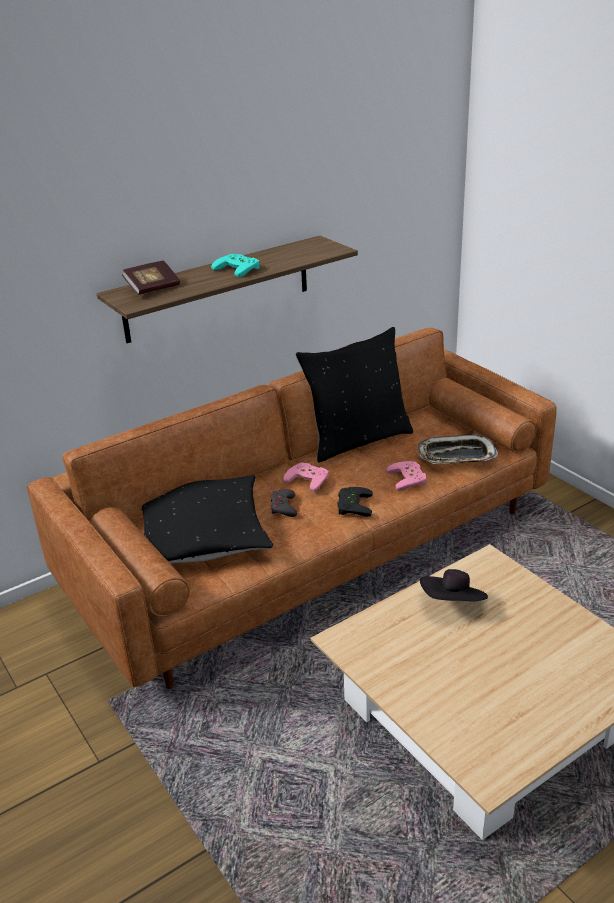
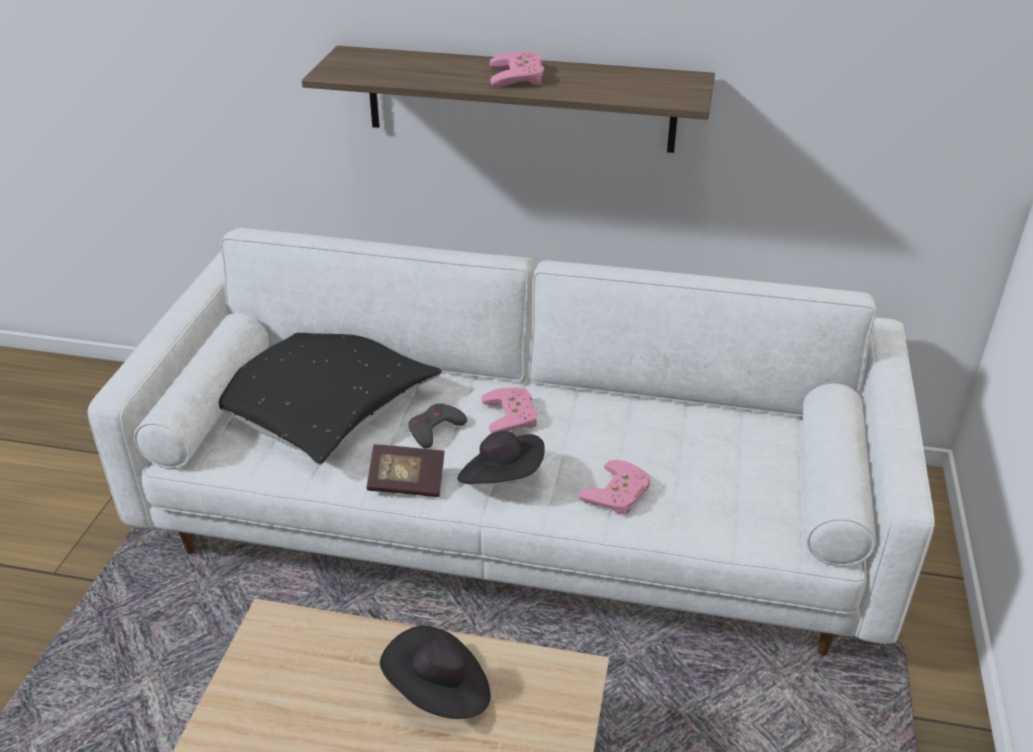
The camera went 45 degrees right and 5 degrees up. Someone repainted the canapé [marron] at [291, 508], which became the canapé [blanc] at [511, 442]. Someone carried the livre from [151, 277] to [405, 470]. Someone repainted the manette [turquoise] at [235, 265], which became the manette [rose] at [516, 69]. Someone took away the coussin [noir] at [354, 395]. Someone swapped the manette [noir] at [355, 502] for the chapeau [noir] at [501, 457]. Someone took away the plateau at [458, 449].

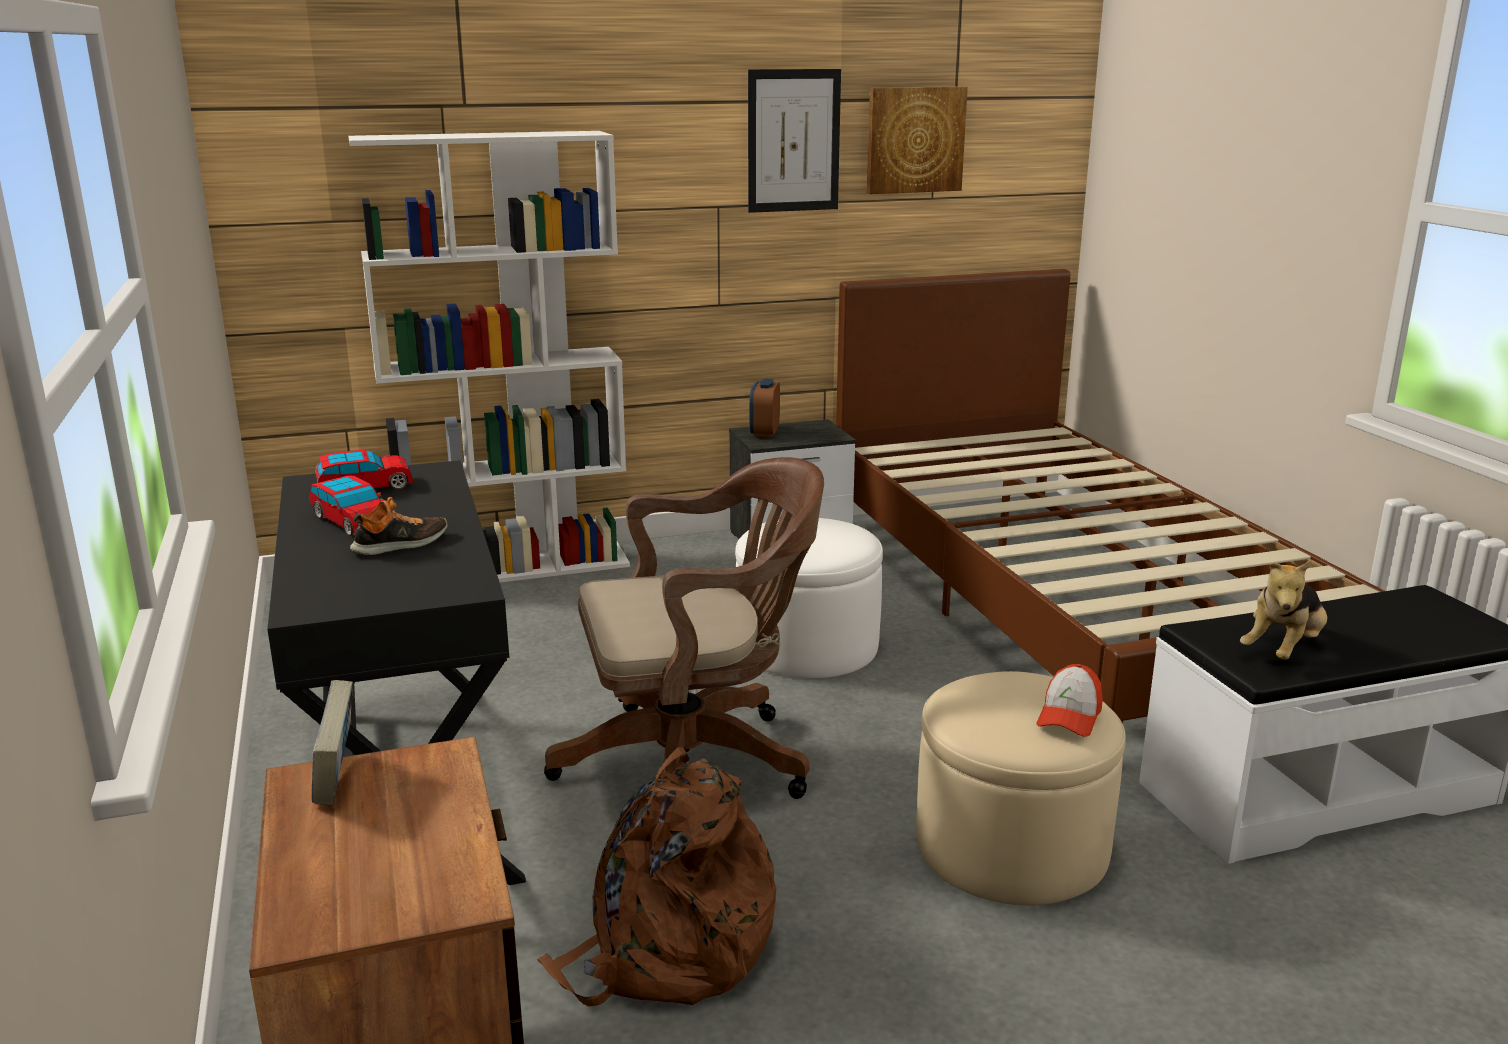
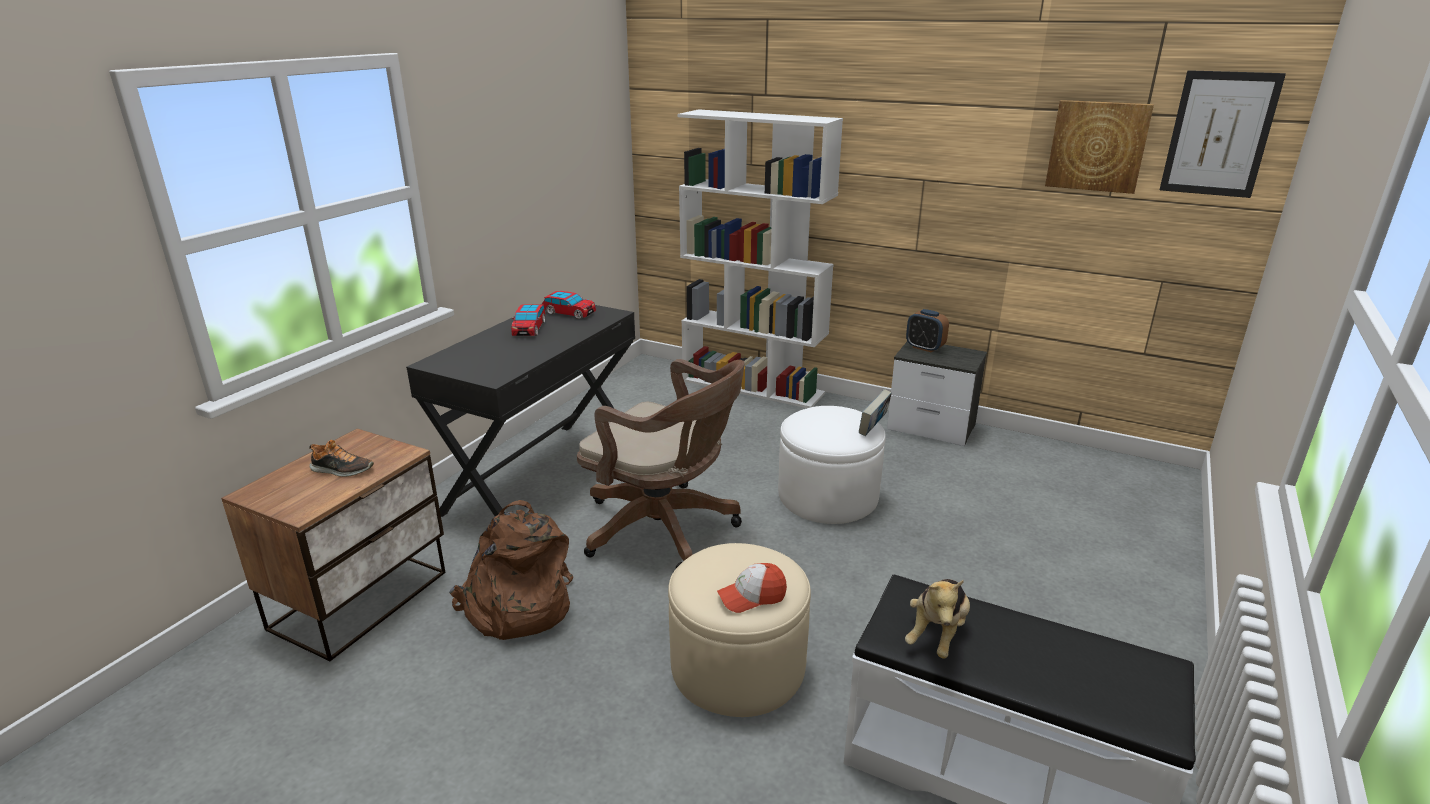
The camera went 45 degrees right and 5 degrees up. Someone carried the livre from [332, 742] to [875, 412]. Someone carried the chaussure from [399, 526] to [341, 458]. Someone carried the tableau from [794, 141] to [1222, 134]. Someone rotated the réveil at [764, 408] by 105 degrees counterclockwise. Someone took away the lit [marron] at [1110, 496]. Someone rotated the peluche at [1283, 610] by 60 degrees counterclockwise.

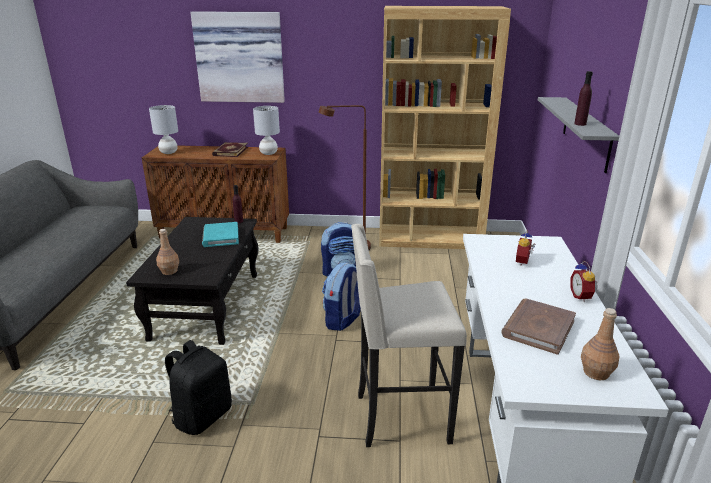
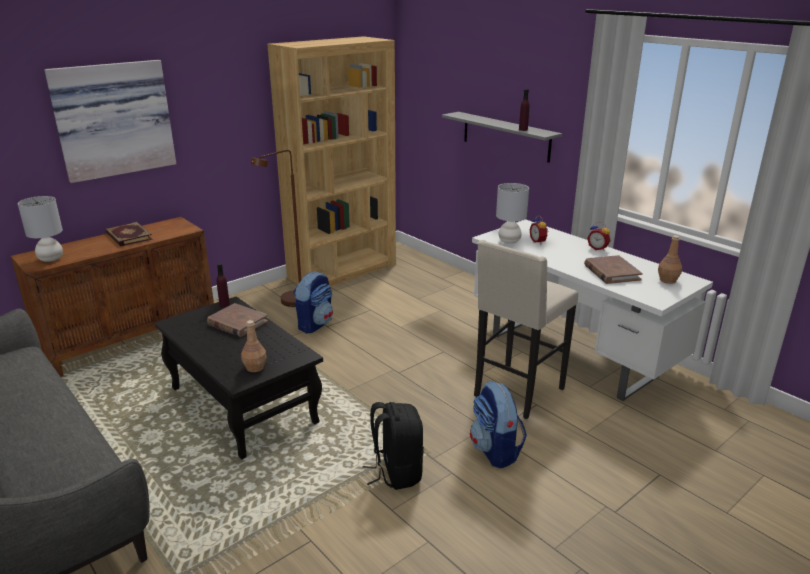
The camera went 45 degrees left and 0 degrees up. Someone repainted the livre [turquoise] at [220, 234], which became the livre [marron] at [237, 320]. Someone carried the lampe de table [gris] from [266, 130] to [512, 213]. Someone carried the sac à dos from [341, 296] to [498, 424].

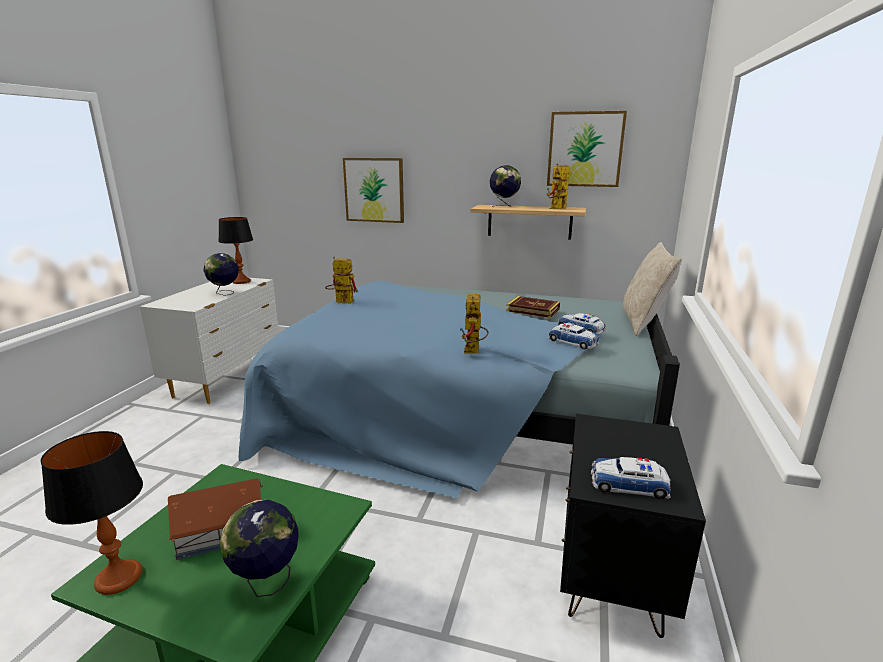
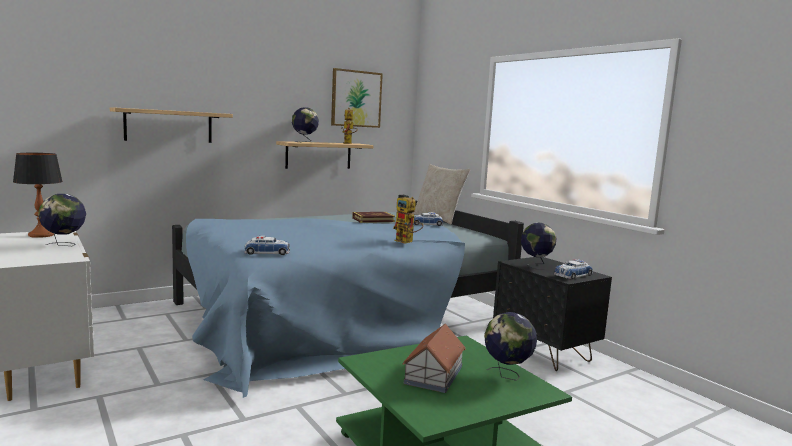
The camera went 50 degrees left and 10 degrees down. Someone took away the lampe de table at [92, 513]. Someone took away the robot jouet at [341, 280]. Someone swapped the tableau at [373, 190] for the étagère at [171, 125]. Someone carried the petite voiture from [574, 336] to [267, 245]. Someone put down the globe at [538, 246].

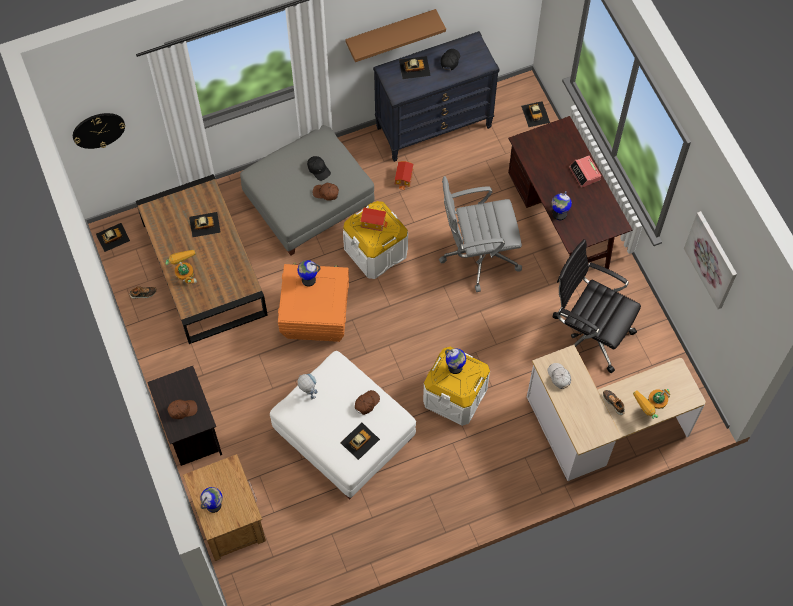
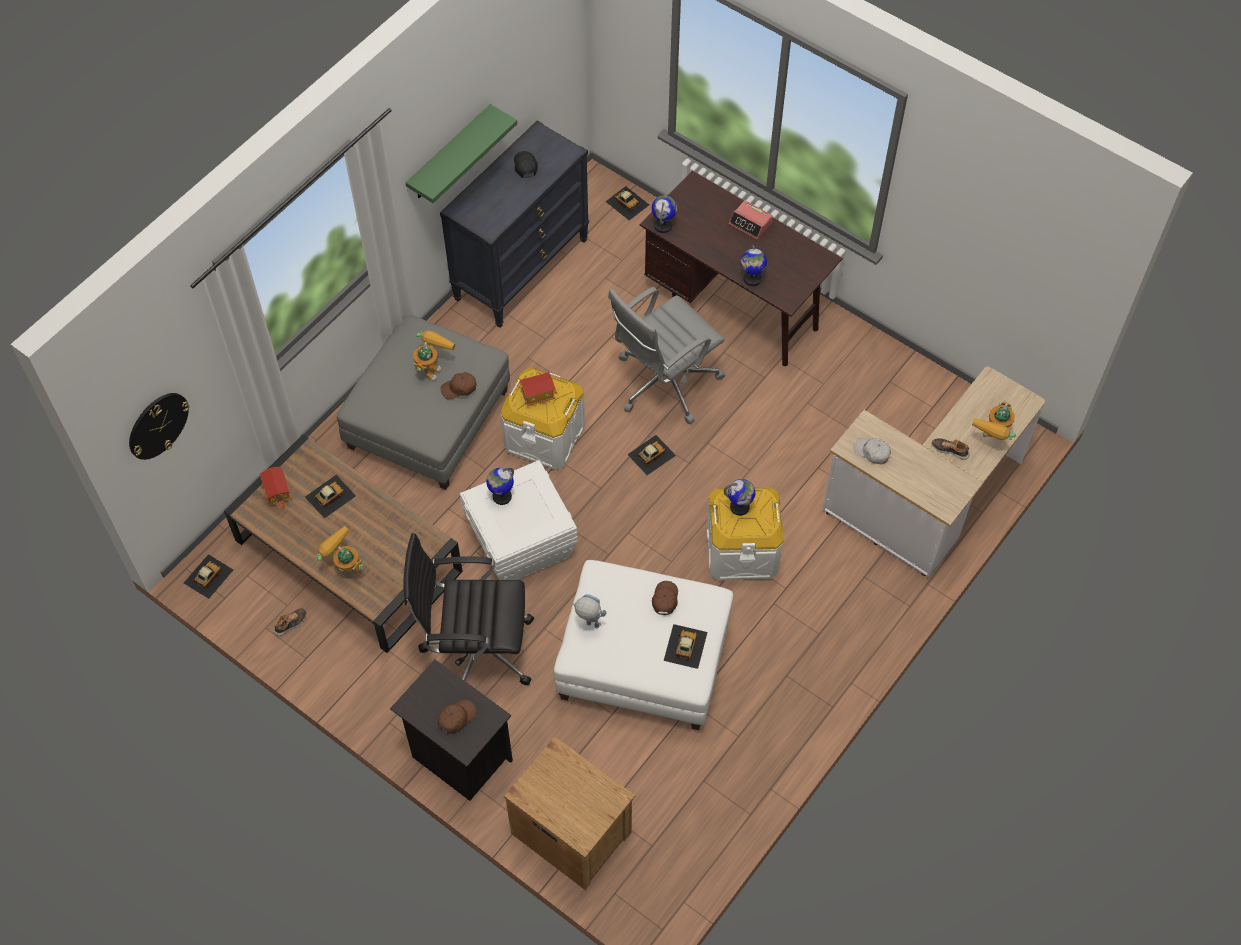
The camera went 30 degrees left and 5 degrees down. Someone carried the globe from [211, 500] to [664, 214]. Someone repainted the boîte de rangement [orange] at [313, 302], which became the boîte de rangement [blanc] at [519, 520]. Someone swapped the casquette [noir] at [319, 168] for the robot jouet at [434, 356]. Someone repainted the étagère [marron] at [395, 35], which became the étagère [vert] at [461, 153]. Someone carried the maison miniature from [404, 175] to [276, 488]. Someone carried the petite voiture from [415, 67] to [651, 455]. Someone carried the chaise de bureau [noir] from [597, 306] to [469, 609]. Someone took away the tableau at [710, 260].

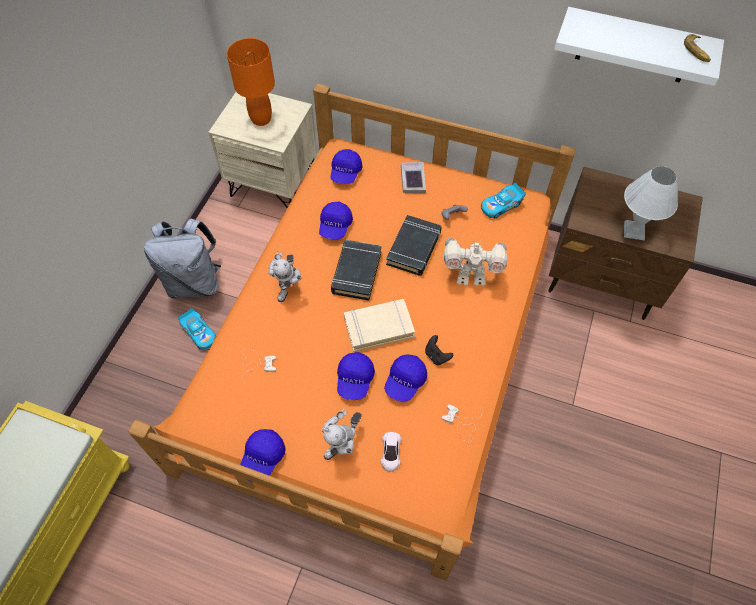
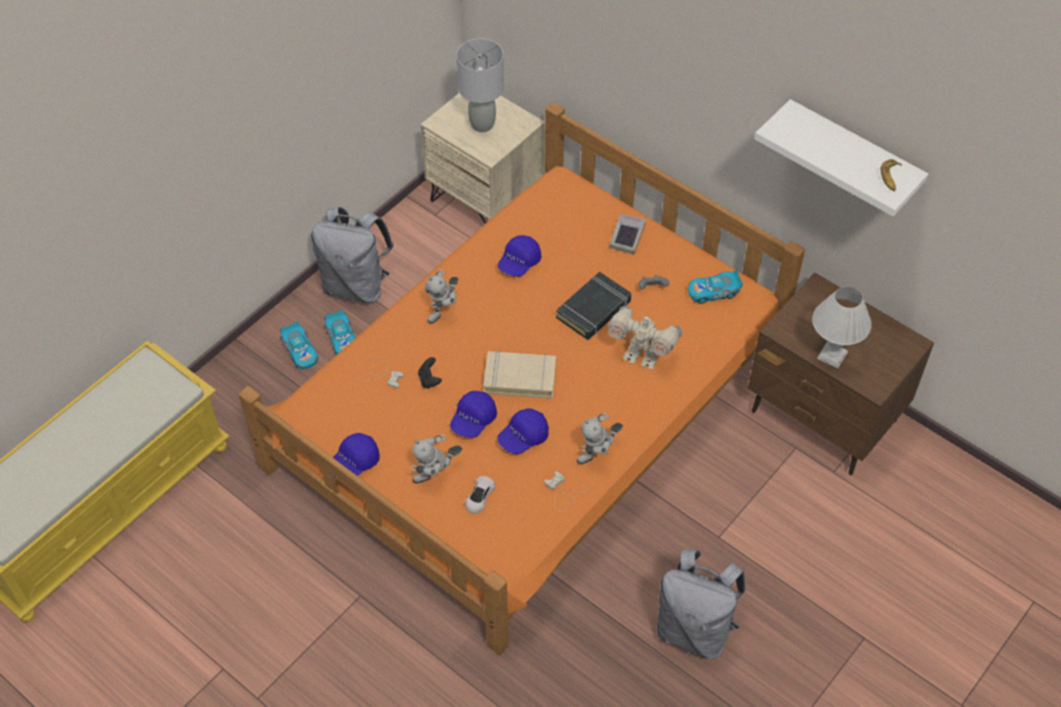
The camera went 20 degrees right and 5 degrees down. Someone repainted the lampe de table [orange] at [251, 82], which became the lampe de table [gris] at [480, 85]. Someone took away the casquette [bleu] at [346, 166]. Someone took away the livre [noir] at [356, 270]. Someone carried the manette [noir] from [439, 350] to [430, 373]. Someone put down the petite voiture at [299, 345]. Someone put down the robot jouet at [600, 438]. Someone put down the sac à dos [gris] at [701, 604].

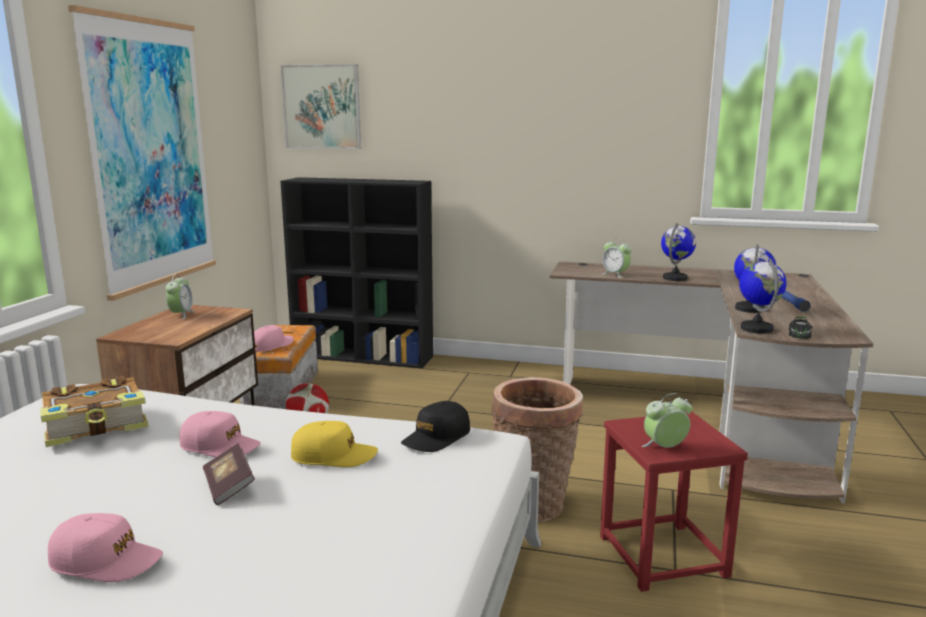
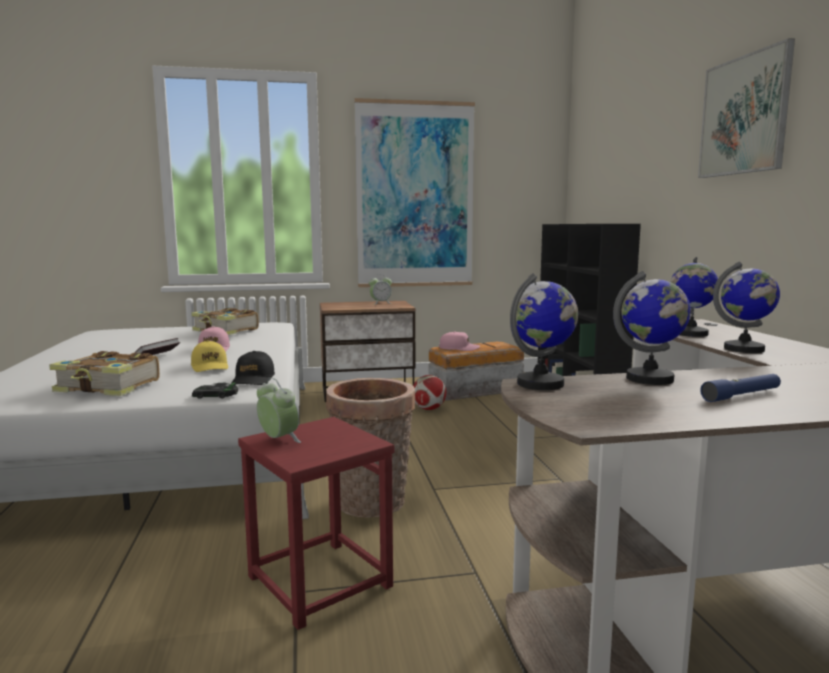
The camera went 65 degrees right and 5 degrees down. Someone took away the casquette [rose] at [105, 547]. Someone carried the tableau from [321, 106] to [746, 108]. Someone rotated the casquette [noir] at [435, 426] by 105 degrees counterclockwise. Someone swapped the réveil at [617, 258] for the globe at [694, 297]. Someone carried the petite voiture from [801, 328] to [215, 390]. Someone put down the livre at [104, 373].

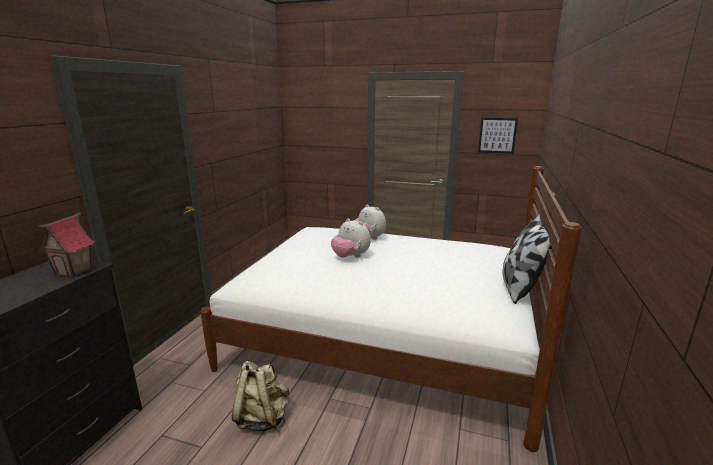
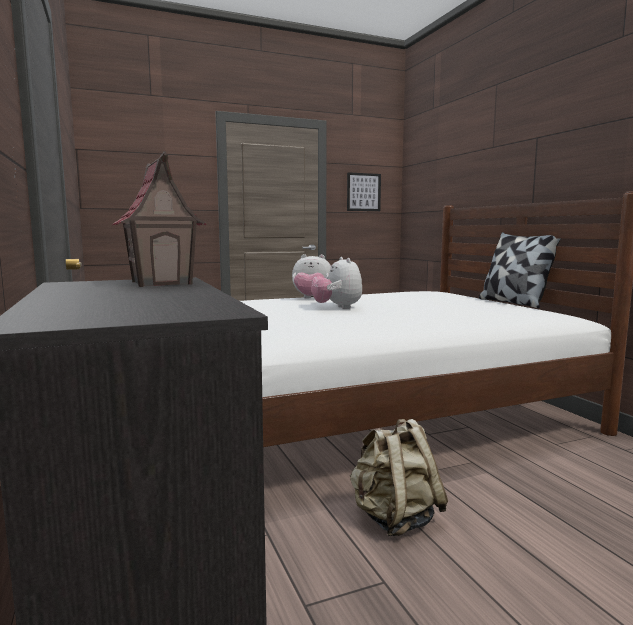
The camera went 40 degrees left and 10 degrees down. Someone rotated the peluche at [351, 238] by 75 degrees clockwise.

